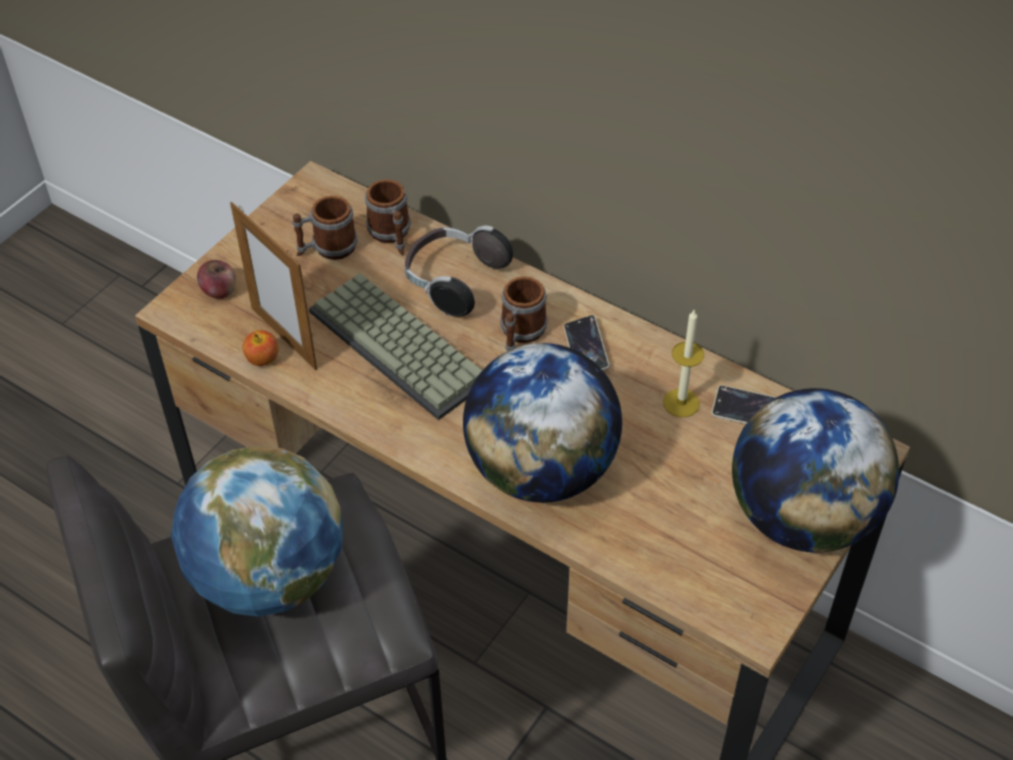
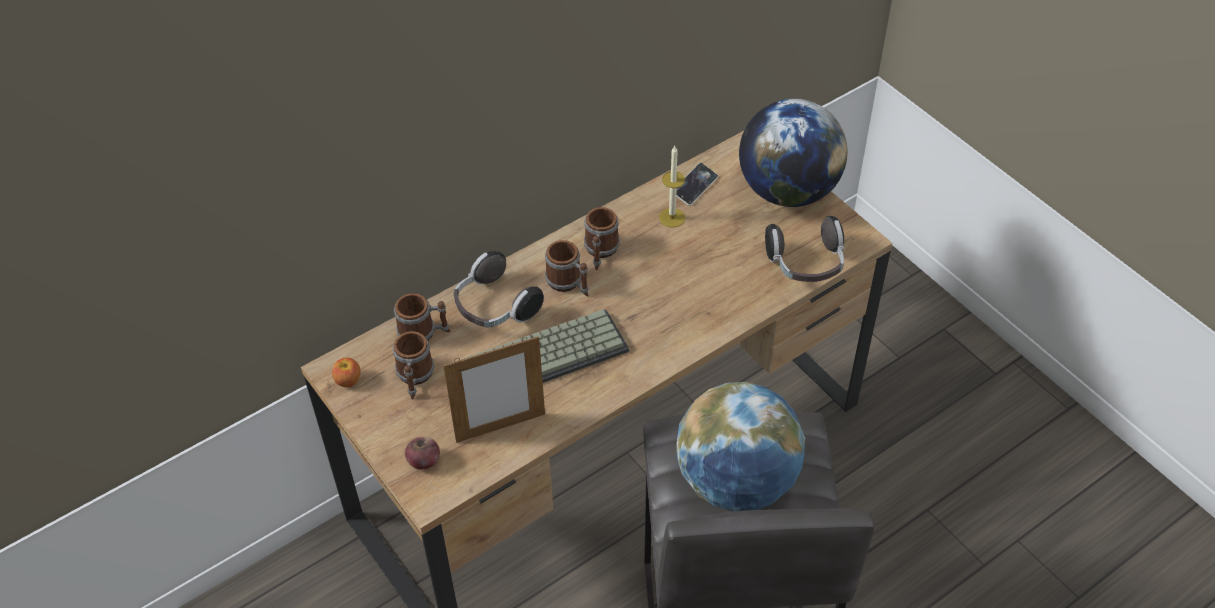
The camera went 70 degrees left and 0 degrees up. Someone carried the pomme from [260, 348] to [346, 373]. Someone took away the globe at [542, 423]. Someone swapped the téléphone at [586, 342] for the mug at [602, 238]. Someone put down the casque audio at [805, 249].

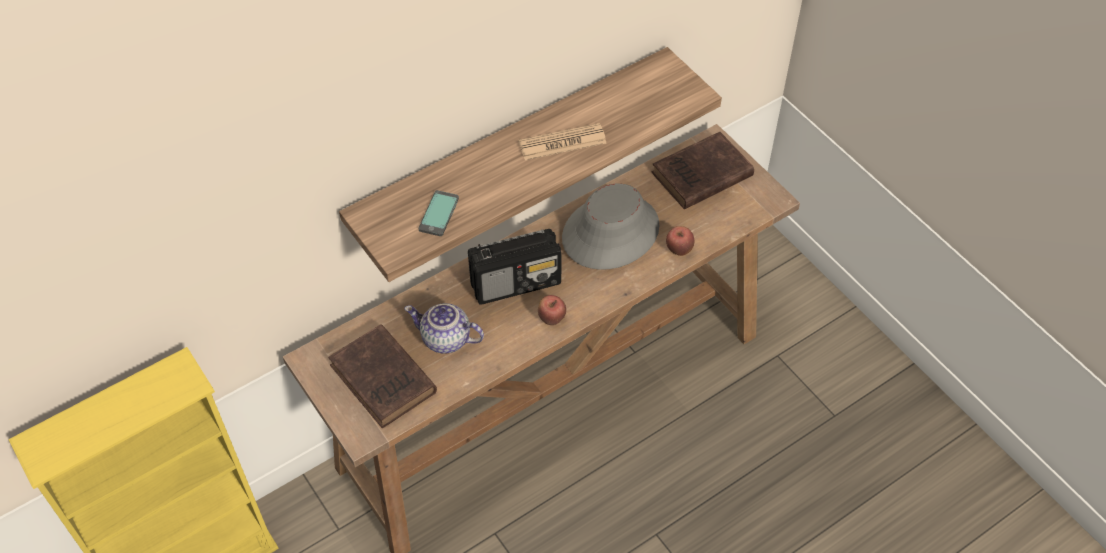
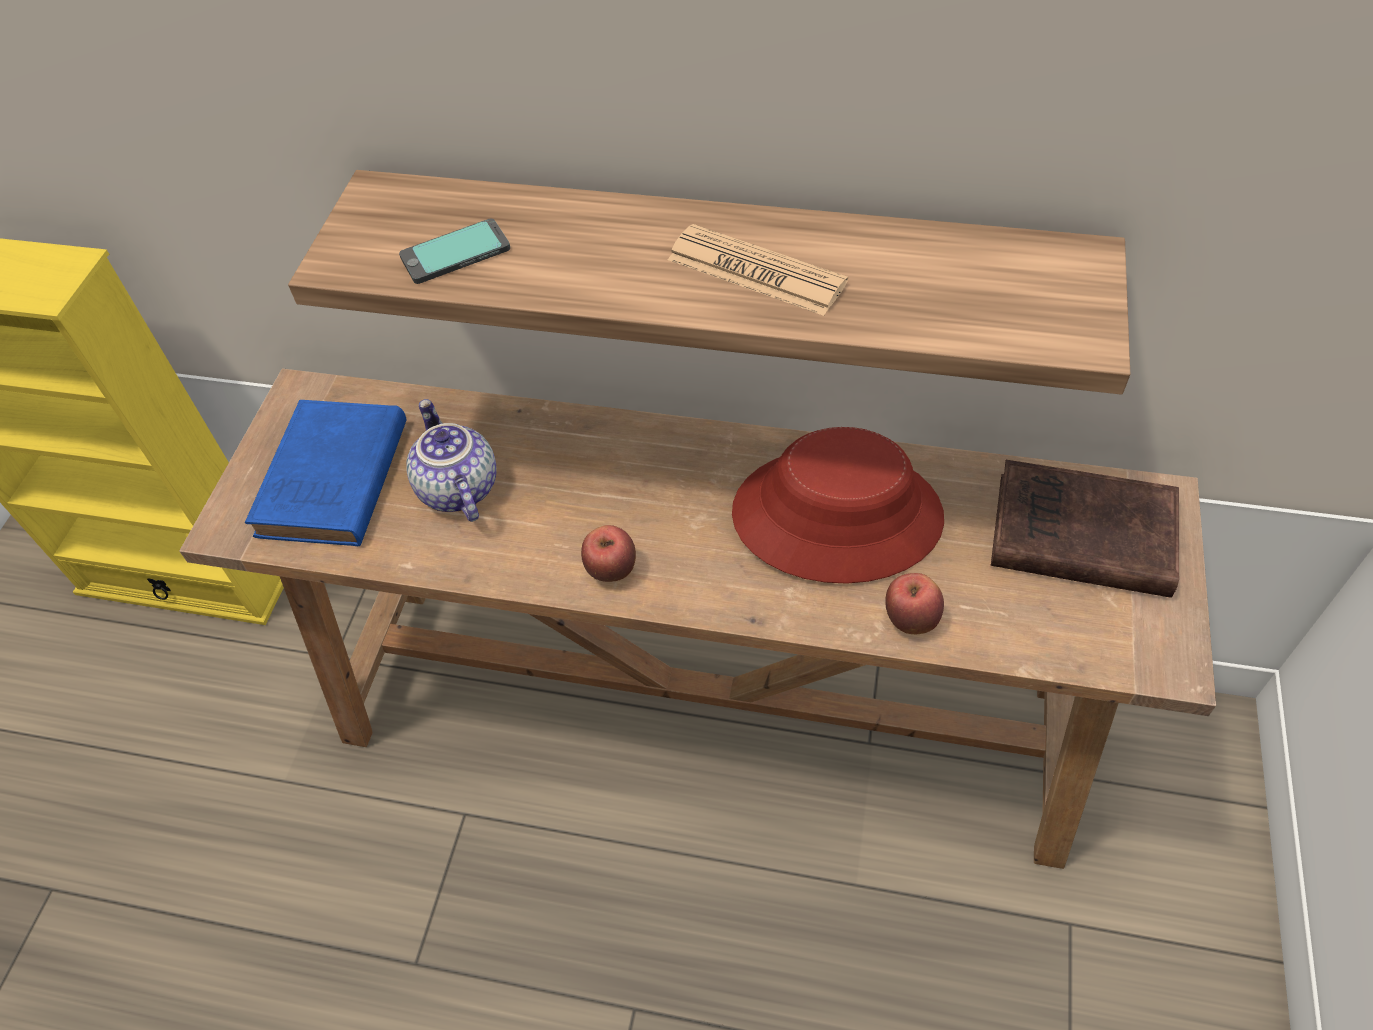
The camera went 50 degrees right and 0 degrees up. Someone repainted the livre [marron] at [382, 376], which became the livre [bleu] at [325, 473]. Someone took away the radio at [515, 267]. Someone repainted the chapeau [gris] at [611, 226], which became the chapeau [rouge] at [838, 505].

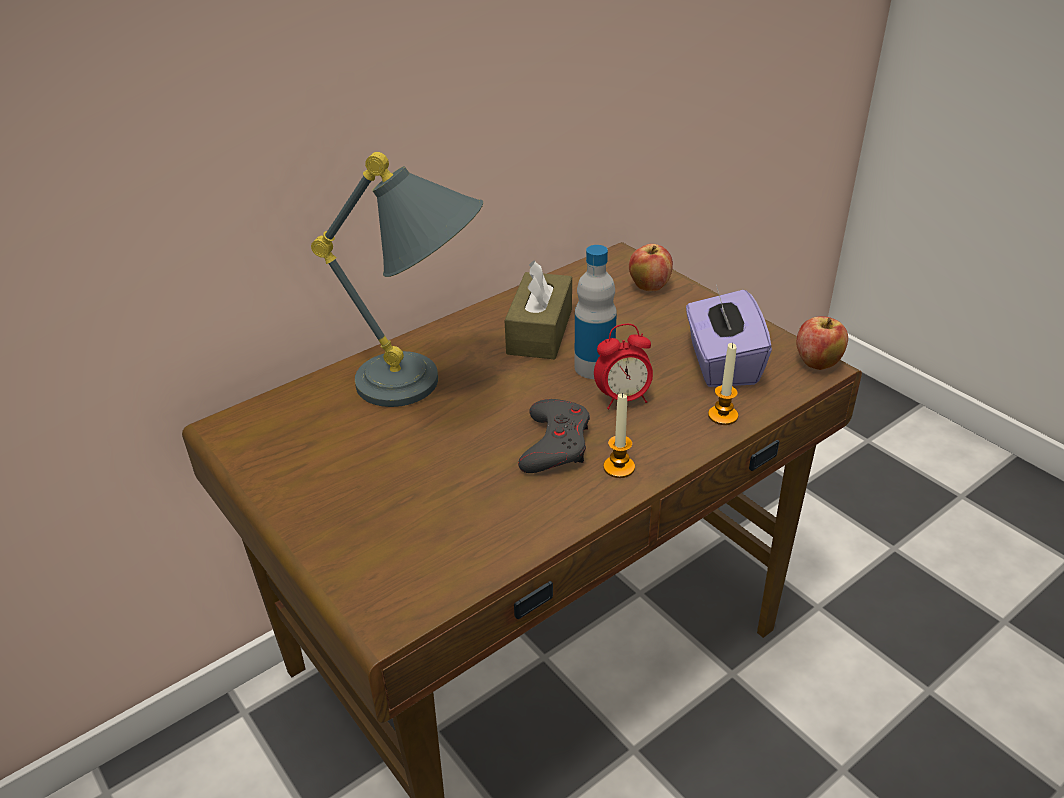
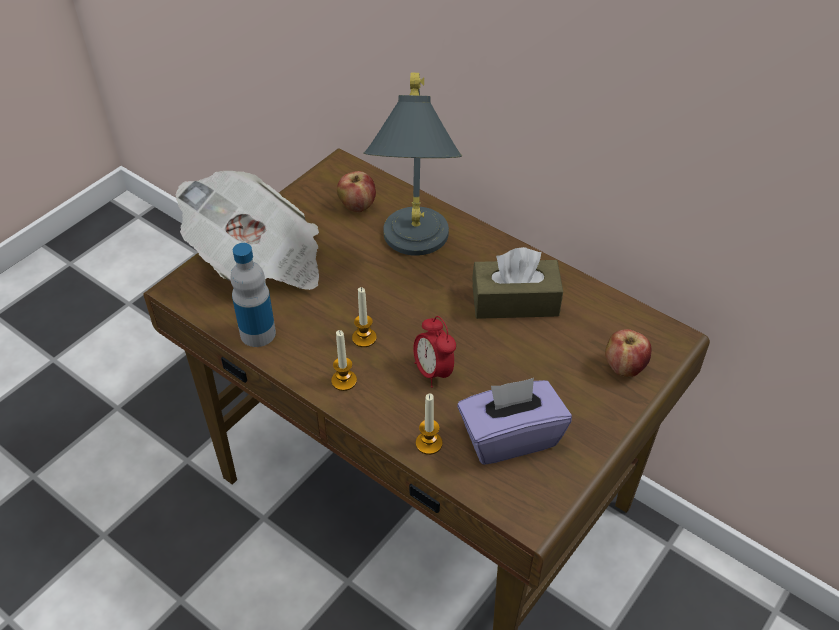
The camera went 75 degrees right and 10 degrees up. Someone swapped the manette [gris] at [554, 436] for the bougie at [364, 317]. Someone carried the bouteille from [596, 312] to [253, 295]. Someone carried the pomme from [822, 343] to [356, 192]. Someone put down the journal at [247, 230].

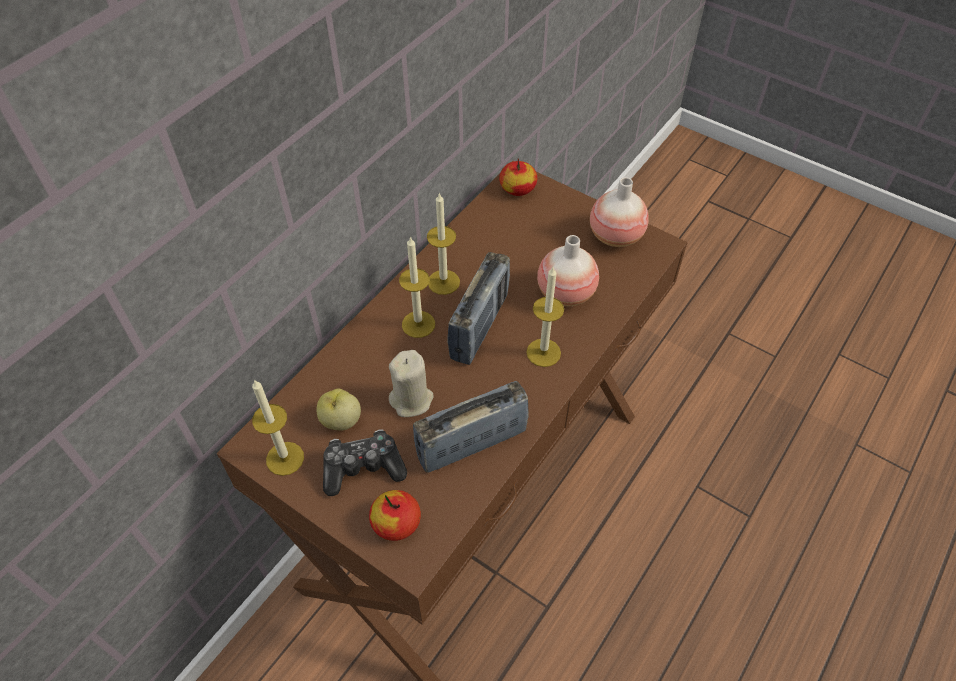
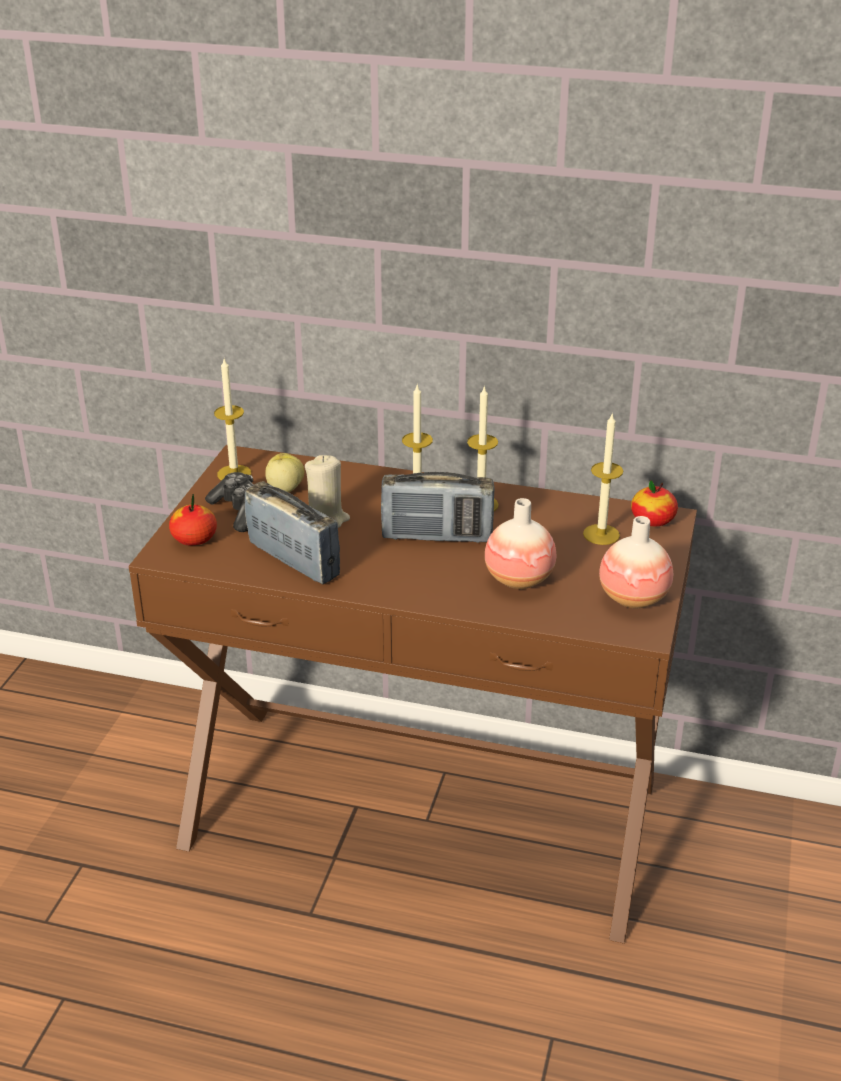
The camera went 70 degrees right and 20 degrees down. Someone carried the bougie from [545, 317] to [603, 478].

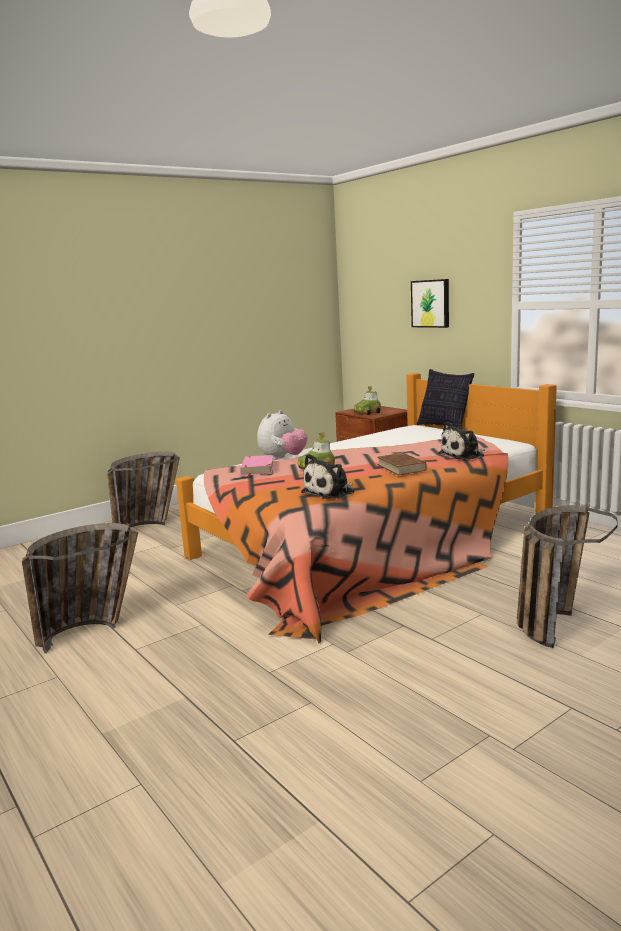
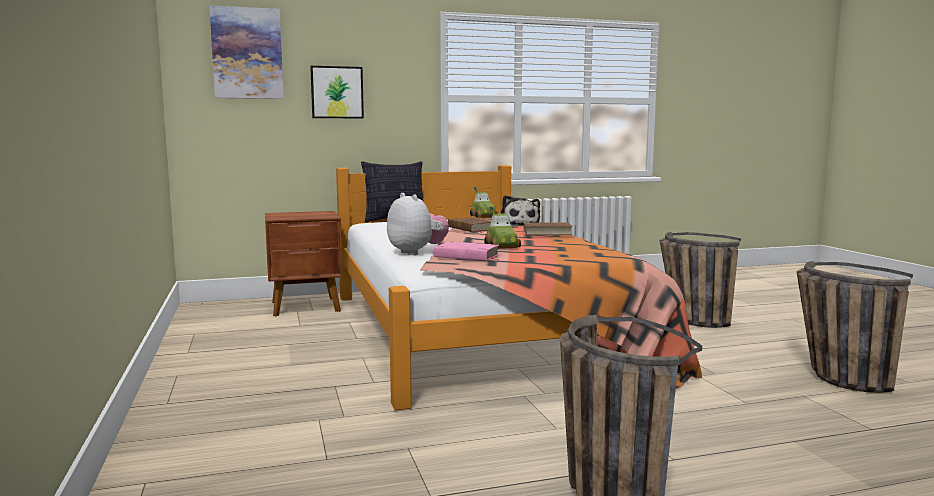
The camera went 70 degrees left and 5 degrees down. Someone carried the panier from [143, 490] to [855, 327]. Someone took away the peluche at [327, 476]. Someone carried the petite voiture from [367, 400] to [484, 202]. Someone put up the tableau at [246, 52]. Someone put down the livre [marron] at [469, 225].

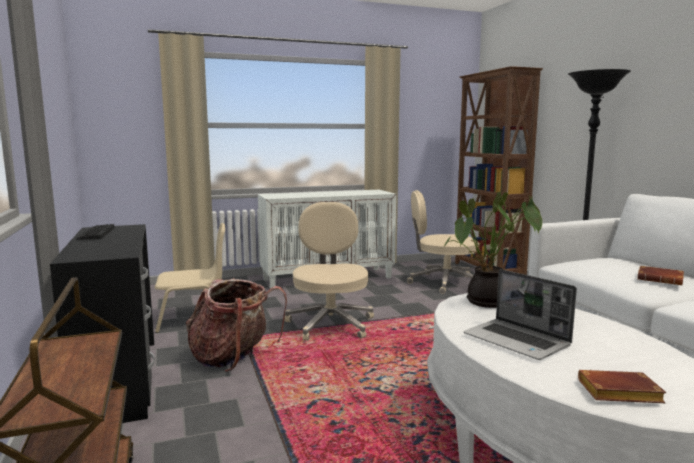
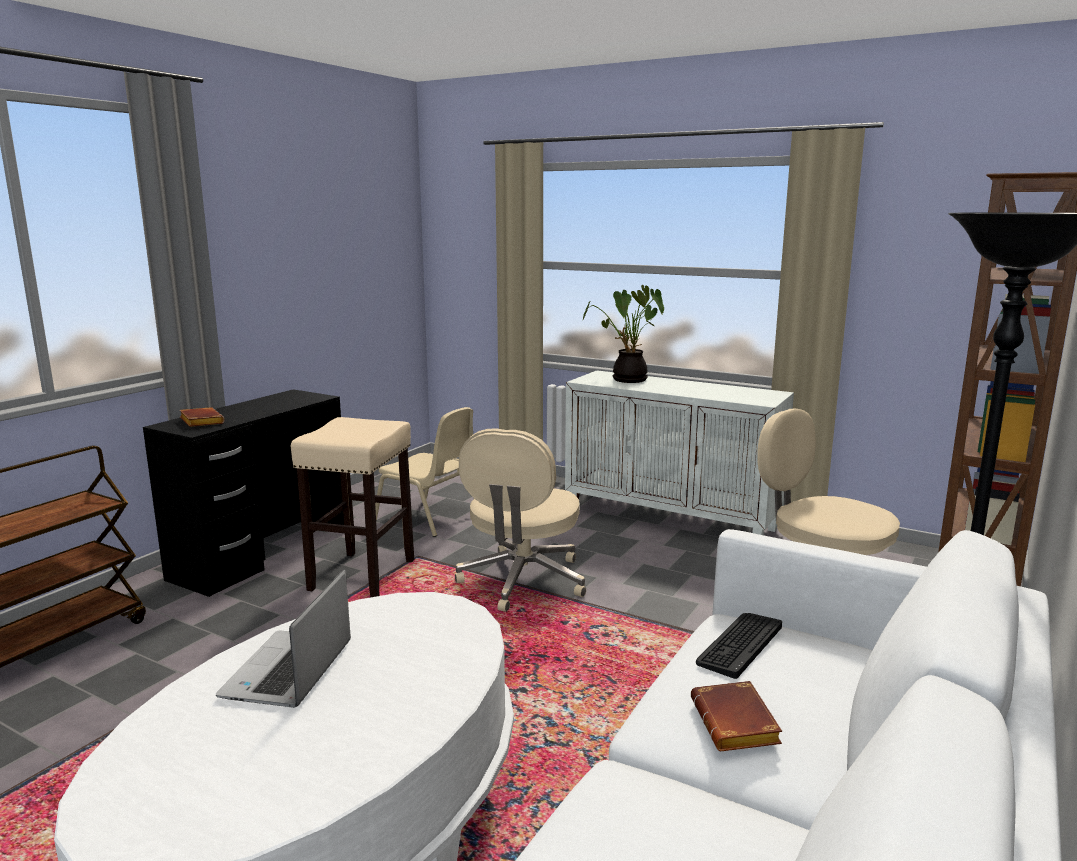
The camera went 50 degrees right and 5 degrees up. Someone carried the clavier from [95, 232] to [739, 646]. Someone swapped the sac à dos at [236, 325] for the tabouret [beige] at [352, 507]. Someone rotated the chaise de bureau [beige] at [329, 271] by 150 degrees clockwise. Someone carried the plante en pot from [492, 250] to [623, 333]. Someone carried the livre [marron] from [622, 386] to [202, 417].

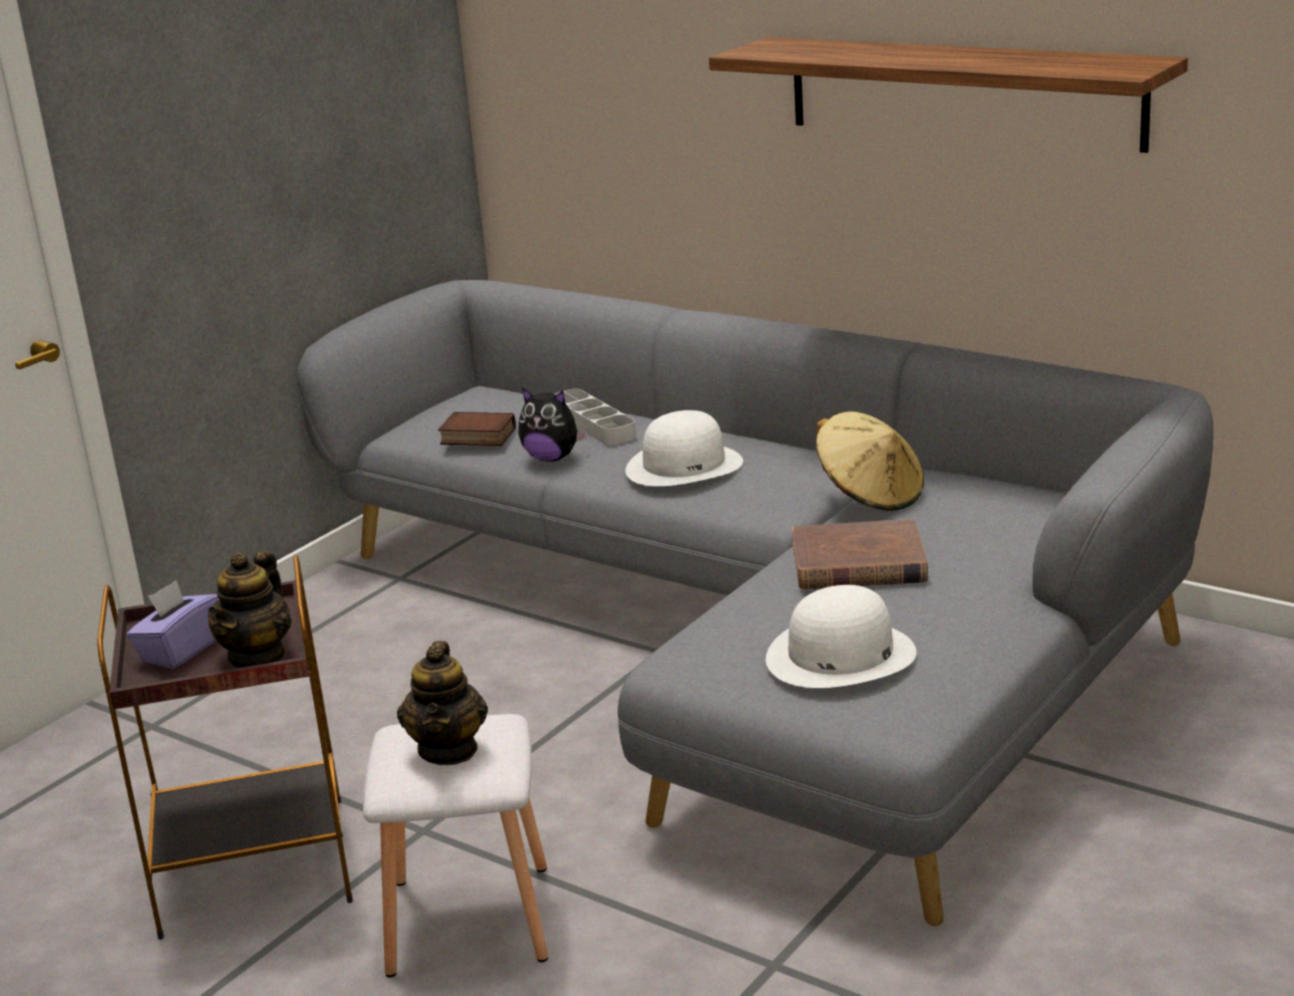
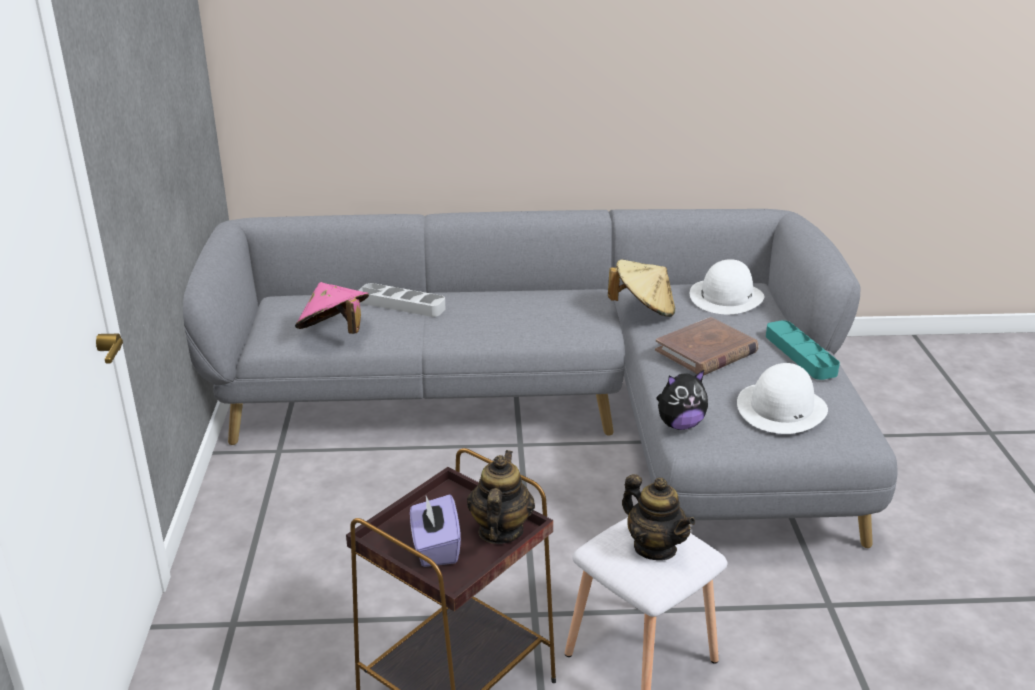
The camera went 40 degrees left and 5 degrees up. Someone rotated the théière at [250, 609] by 150 degrees counterclockwise. Someone swapped the livre at [477, 429] for the chapeau [rose] at [332, 308]. Someone carried the peluche from [552, 425] to [682, 400]. Someone carried the chapeau [blanc] from [684, 448] to [727, 286]. Someone took away the étagère at [948, 95]. Someone put down the plateau [turquoise] at [803, 350].

